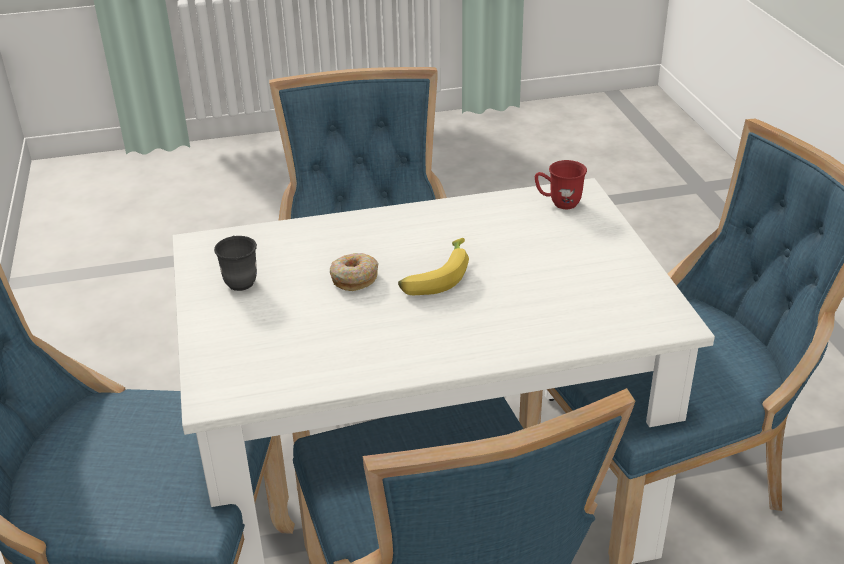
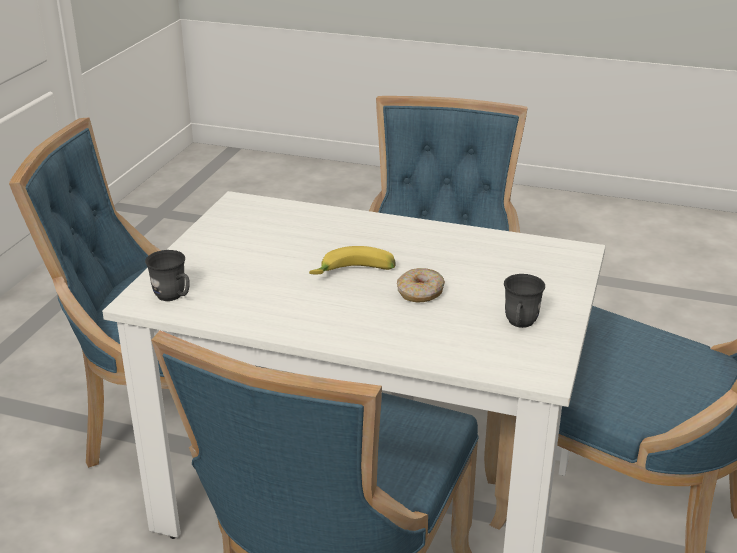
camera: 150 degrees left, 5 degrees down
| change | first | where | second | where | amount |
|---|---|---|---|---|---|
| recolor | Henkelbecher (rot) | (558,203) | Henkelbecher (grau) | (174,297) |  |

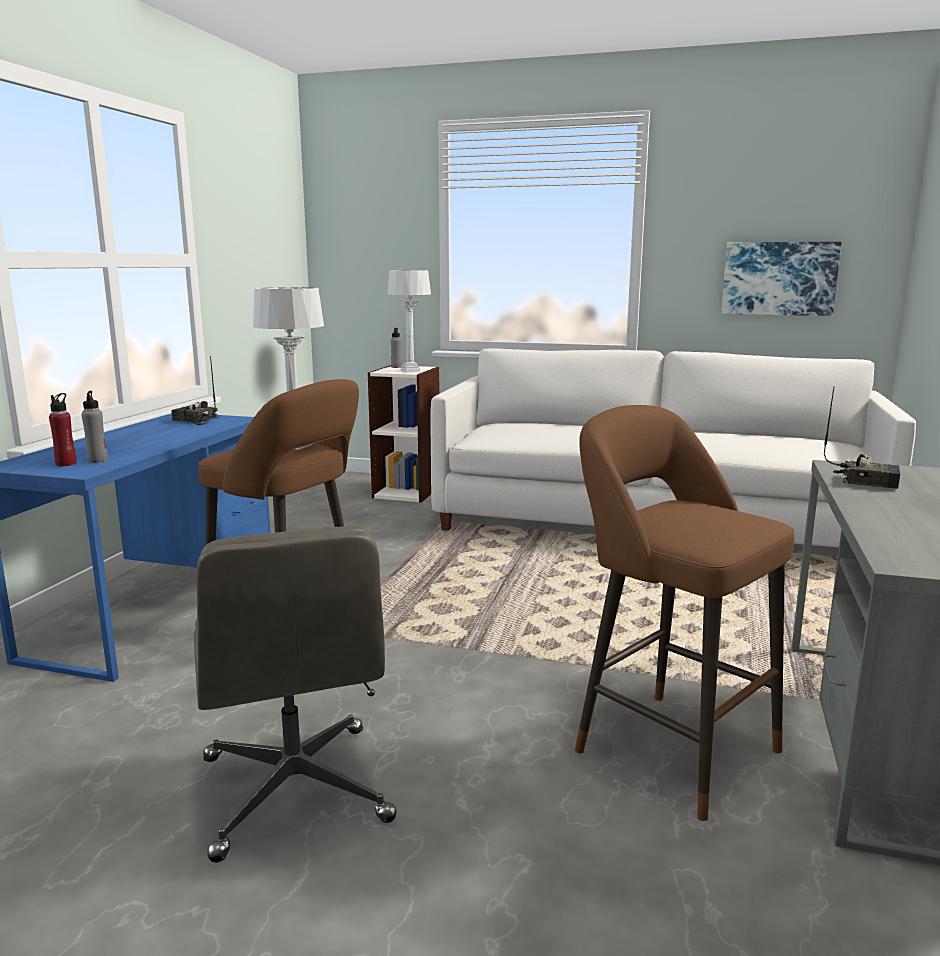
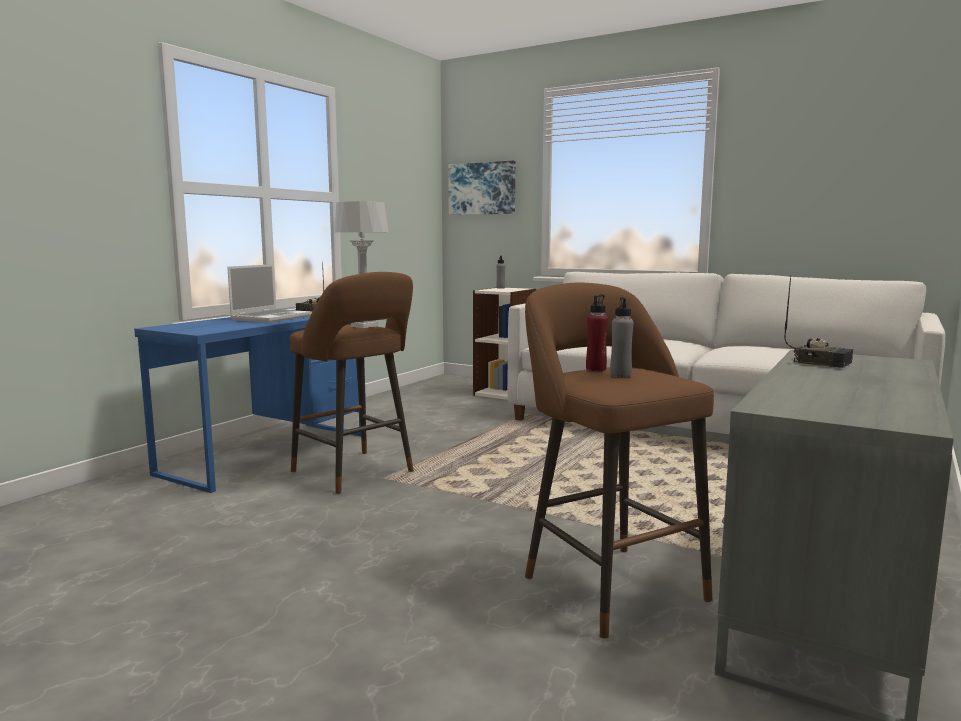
camera: 15 degrees right, 5 degrees down
| change | first | where | second | where | amount |
|---|---|---|---|---|---|
| delete | Bürostuhl (grau) | (296,790) |  |  |  |
| delete | Tischlampe (grau) | (410,371) |  |  |  |
| insert |  |  | Laptop | (271,318) |  |
| move | Flasche (rot) | (66,464) |  | (596,369) |  |
| move | Flasche (grau) | (97,460) |  | (620,375) |  |
| move | Bild | (779,278) |  | (482,188) |  |

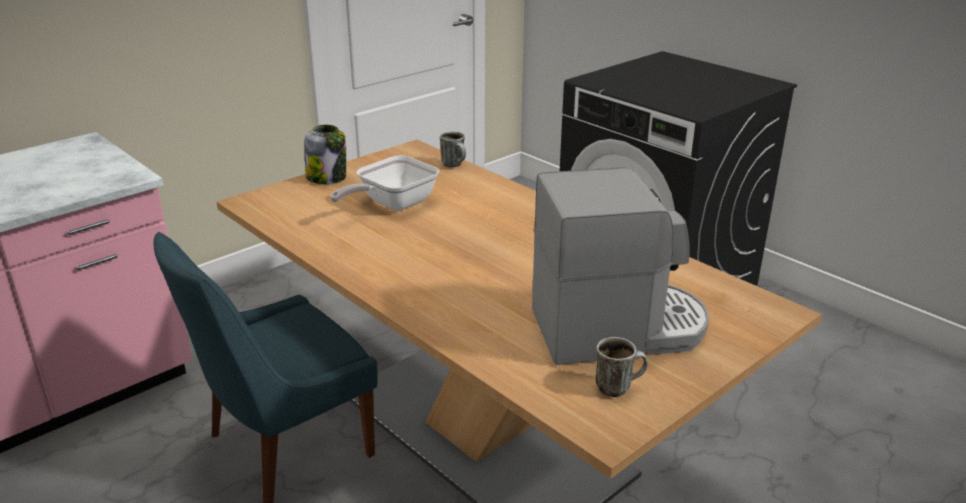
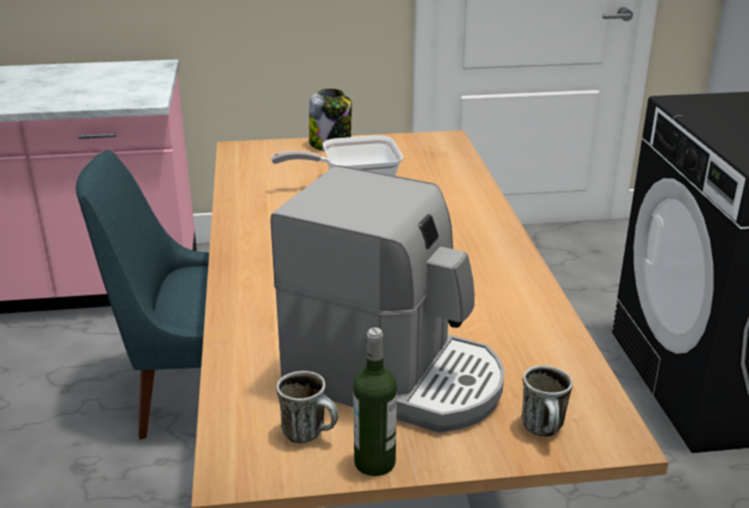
camera: 35 degrees right, 0 degrees up
| change | first | where | second | where | amount |
|---|---|---|---|---|---|
| insert |  |  | Flasche | (374,462) |  |
| move | Henkelbecher | (455,165) |  | (545,431) |  |

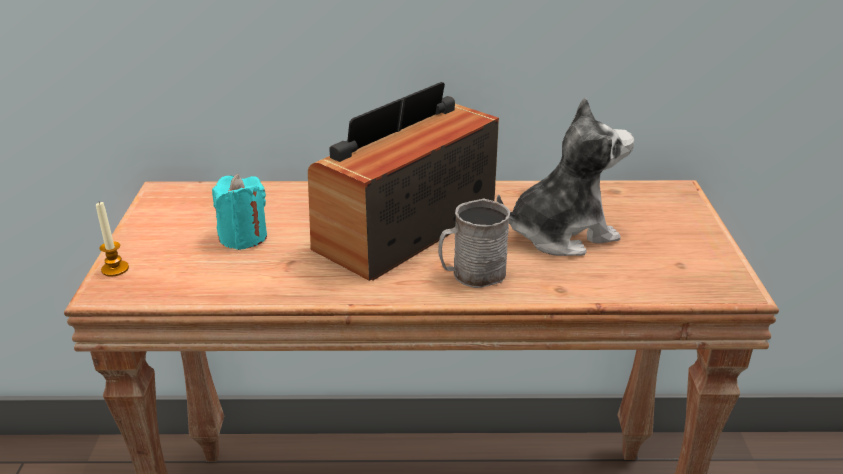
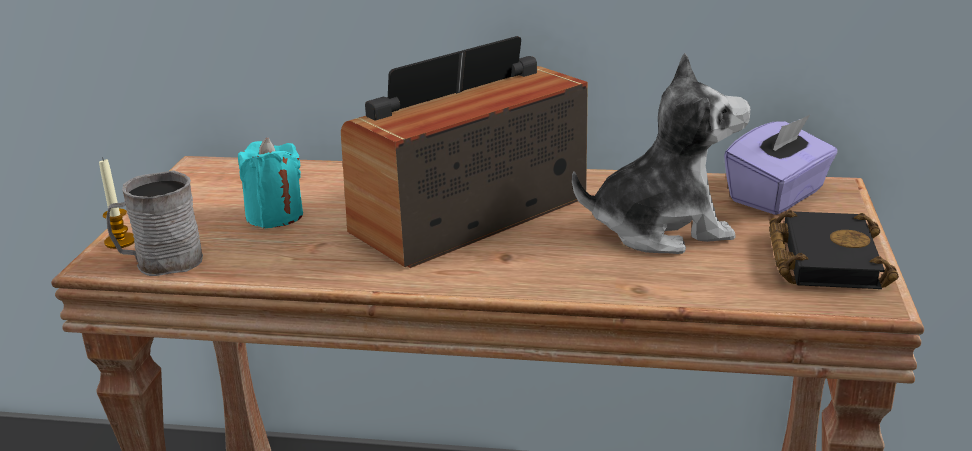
camera: 10 degrees right, 5 degrees down
| change | first | where | second | where | amount |
|---|---|---|---|---|---|
| insert |  |  | Taschentuchbox (lila) | (778,196) |  |
| insert |  |  | Buch (schwarz) | (822,258) |  |
| move | Henkelbecher (grau) | (471,274) |  | (160,262) |  |

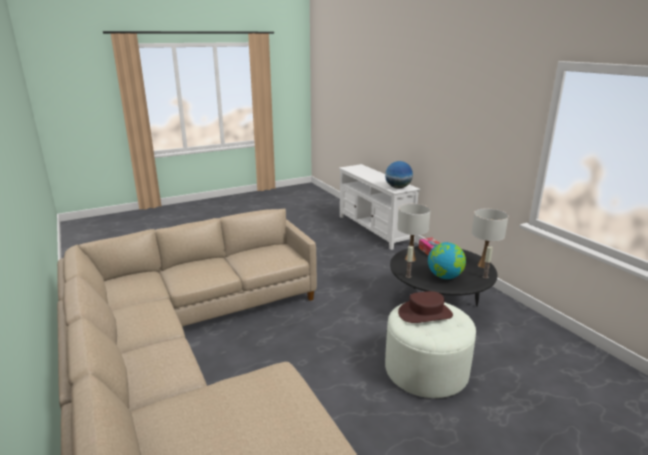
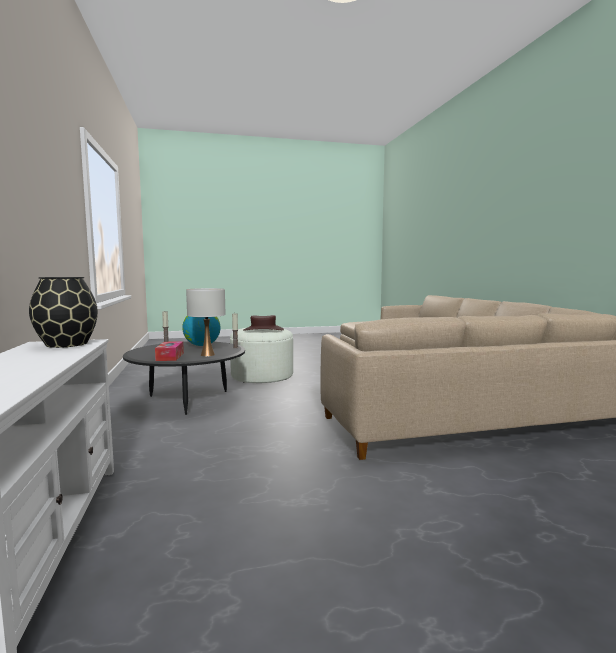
camera: 165 degrees left, 15 degrees down
| change | first | where | second | where | amount |
|---|---|---|---|---|---|
| delete | Tischlampe (weiß) | (483,265) |  |  |  |
| replace | Globus | (398,187) | Vase (schwarz) | (66,344) |  |

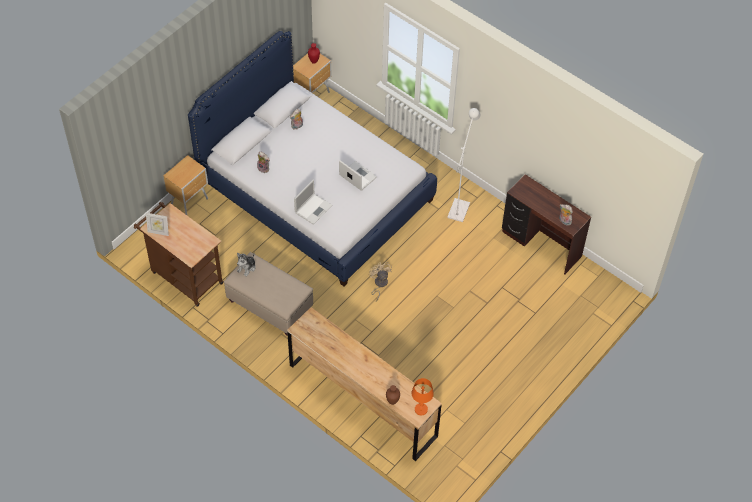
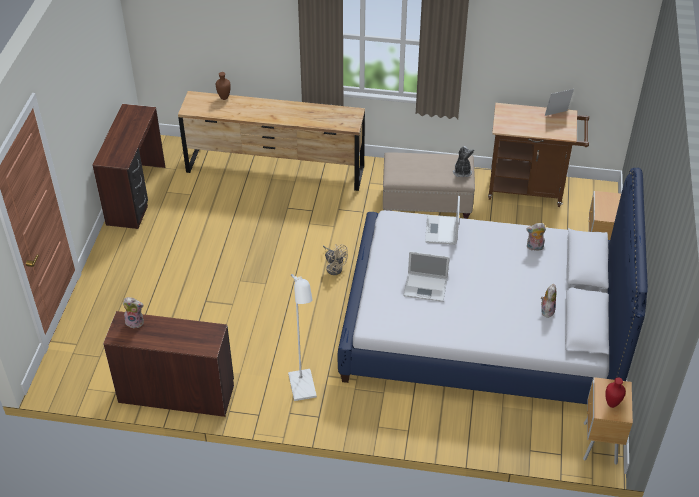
camera: 150 degrees right, 10 degrees down
| change | first | where | second | where | amount |
|---|---|---|---|---|---|
| delete | Tischlampe (orange) | (421,409) |  |  |  |
| insert |  |  | Schreibtisch (braun) | (137,195) |  |

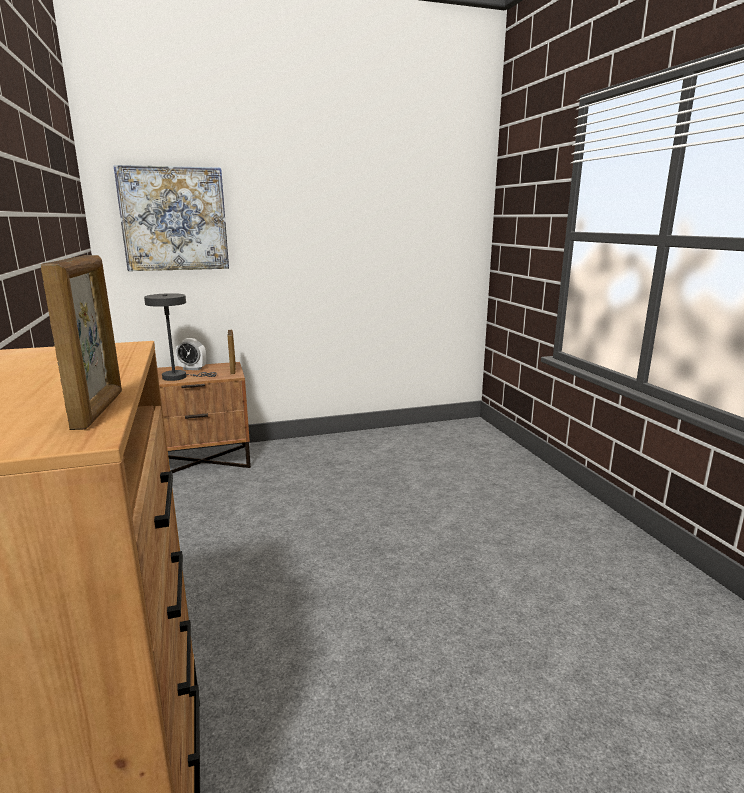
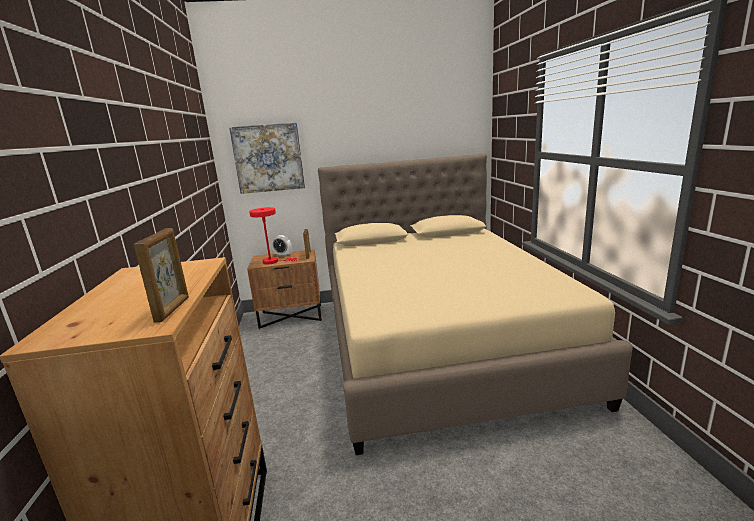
camera: 10 degrees right, 0 degrees up
| change | first | where | second | where | amount |
|---|---|---|---|---|---|
| insert |  |  | Bett (beige) | (439,342) |  |
| recolor | Tischlampe (grau) | (179,377) | Tischlampe (rot) | (273,261) |  |

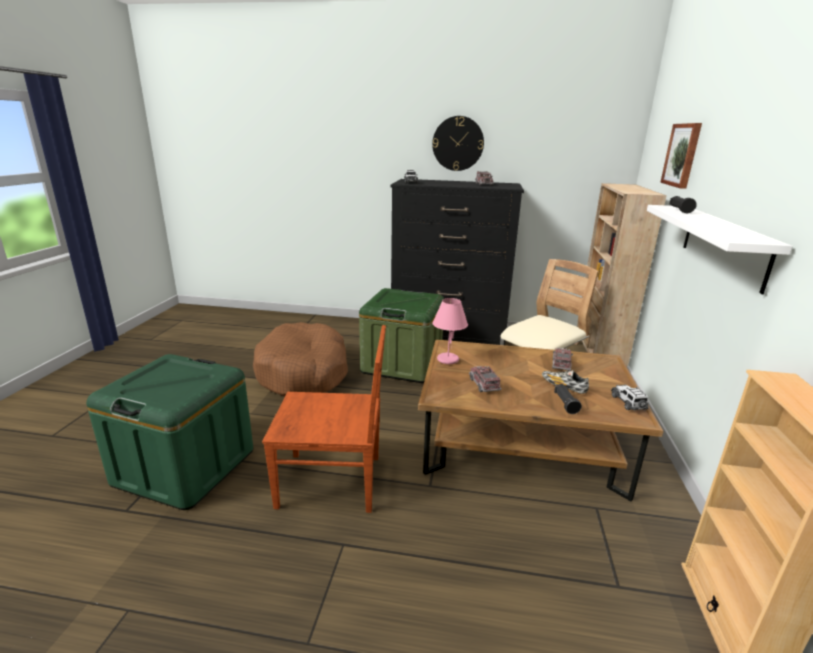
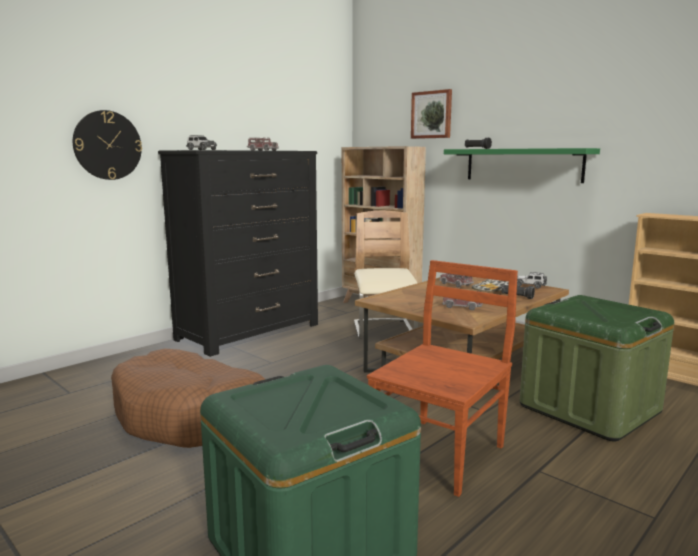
camera: 55 degrees left, 10 degrees down
| change | first | where | second | where | amount |
|---|---|---|---|---|---|
| delete | Tischlampe (rosa) | (447,359) |  |  |  |
| move | Aufbewahrungsbox (grün) | (402,364) |  | (589,409) |  |
| move | Wanduhr | (458,143) |  | (107,145) |  |
| recolor | Wandregal (weiß) | (723,244) | Wandregal (grün) | (522,165) |  |

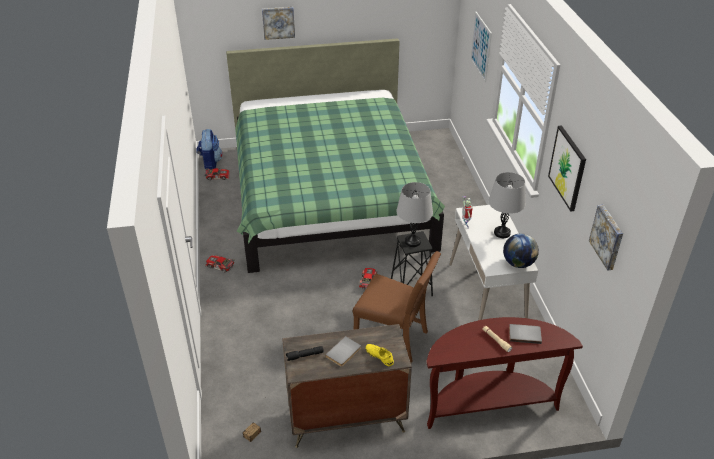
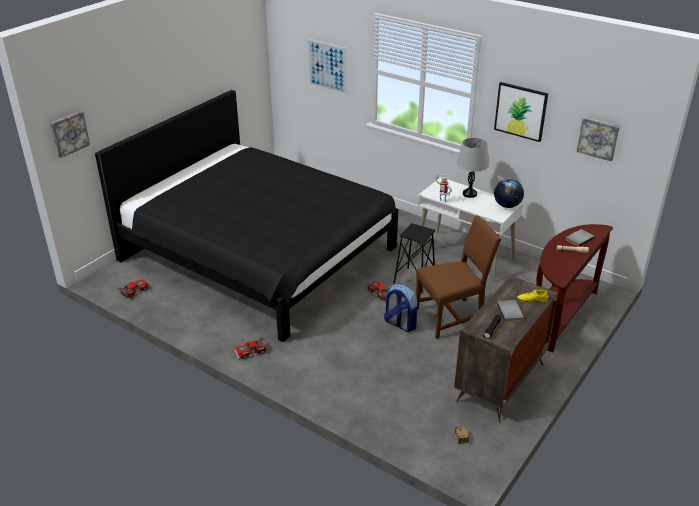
camera: 45 degrees left, 5 degrees down
| change | first | where | second | where | amount |
|---|---|---|---|---|---|
| delete | Tischlampe (grau) | (412,242) |  |  |  |
| move | Rucksack | (210,162) |  | (399,324) |  |
| move | Bild | (278,22) |  | (69,133) |  |
| recolor | Bett (grün) | (329,196) | Bett (schwarz) | (259,255) |  |

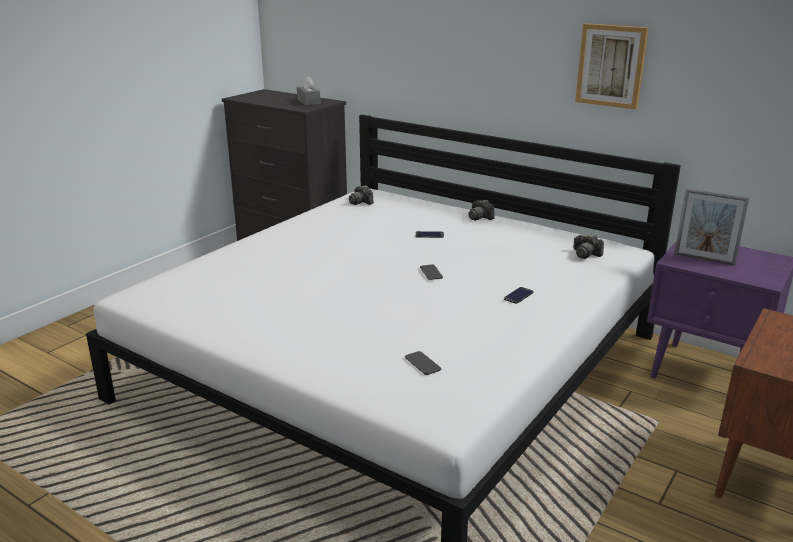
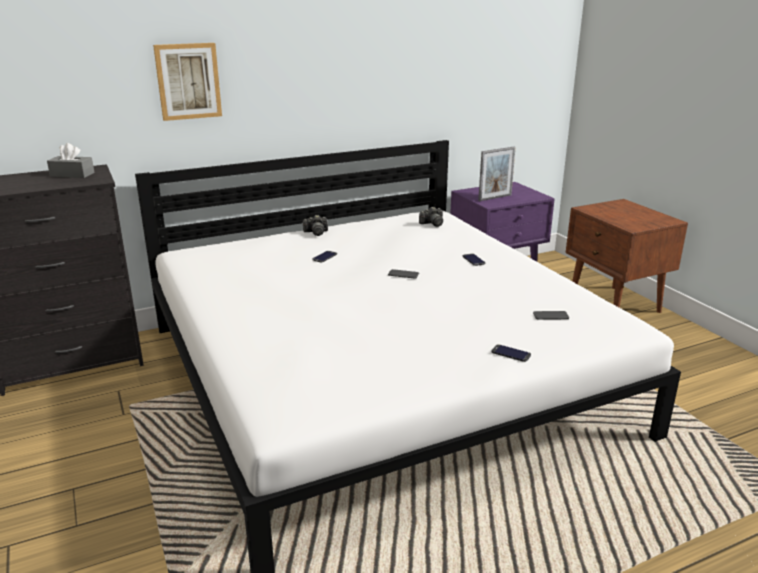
camera: 60 degrees left, 0 degrees up
| change | first | where | second | where | amount |
|---|---|---|---|---|---|
| delete | Kamera | (360,202) |  |  |  |
| insert |  |  | Handy | (511,353) |  |
| move | Bild | (611,65) |  | (188,81) |  |

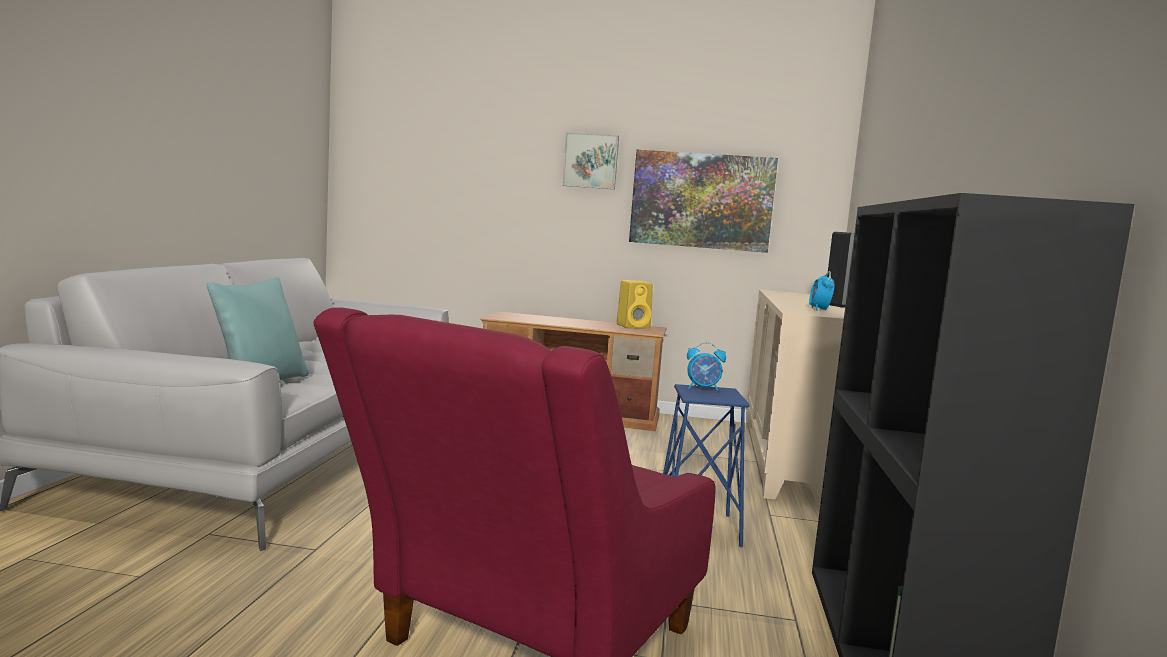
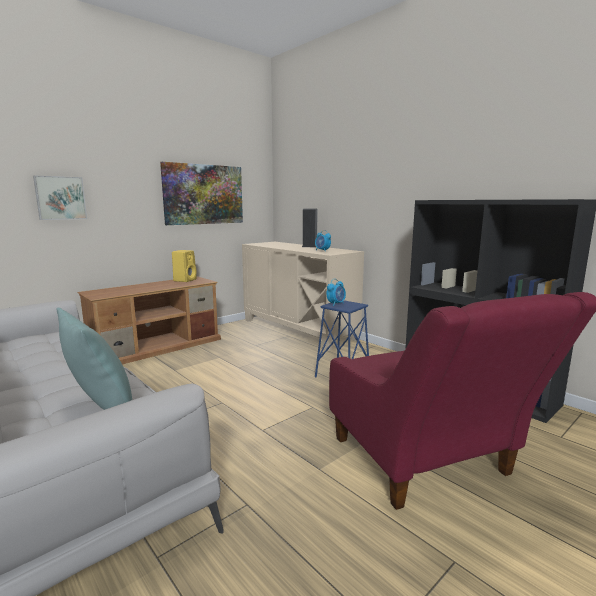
camera: 50 degrees left, 5 degrees up
| change | first | where | second | where | amount |
|---|---|---|---|---|---|
| move | Bild | (591,161) |  | (60,198) |  |

